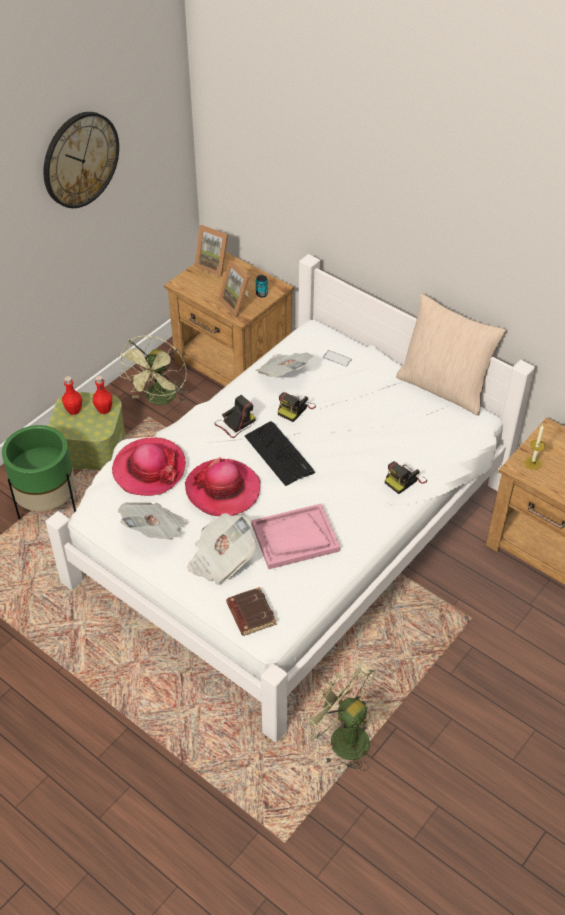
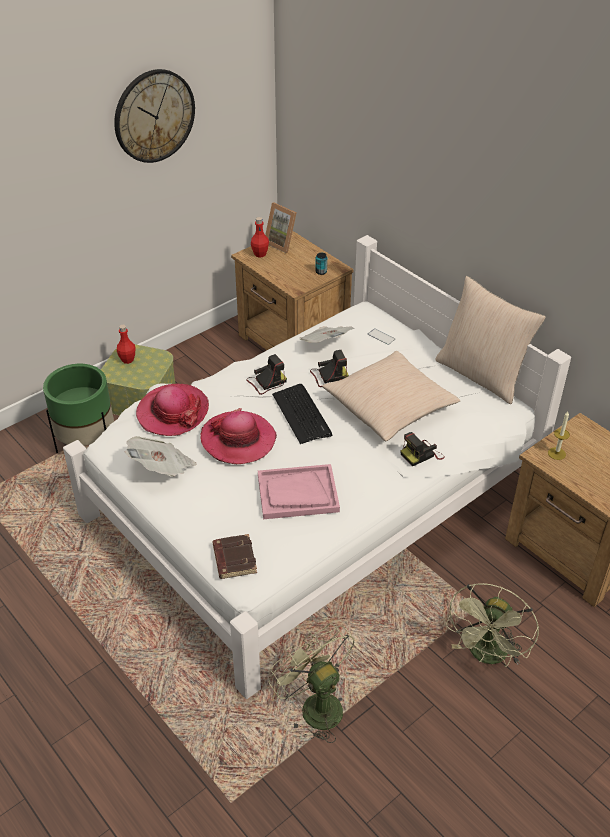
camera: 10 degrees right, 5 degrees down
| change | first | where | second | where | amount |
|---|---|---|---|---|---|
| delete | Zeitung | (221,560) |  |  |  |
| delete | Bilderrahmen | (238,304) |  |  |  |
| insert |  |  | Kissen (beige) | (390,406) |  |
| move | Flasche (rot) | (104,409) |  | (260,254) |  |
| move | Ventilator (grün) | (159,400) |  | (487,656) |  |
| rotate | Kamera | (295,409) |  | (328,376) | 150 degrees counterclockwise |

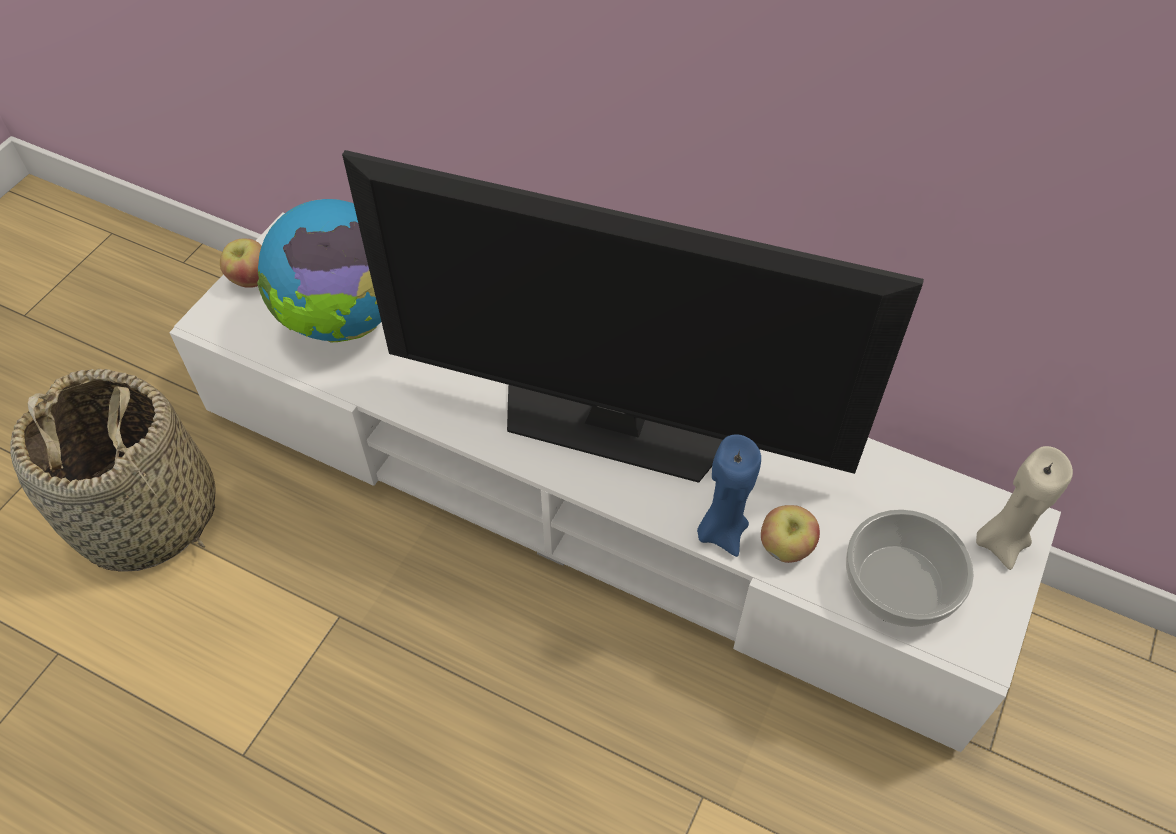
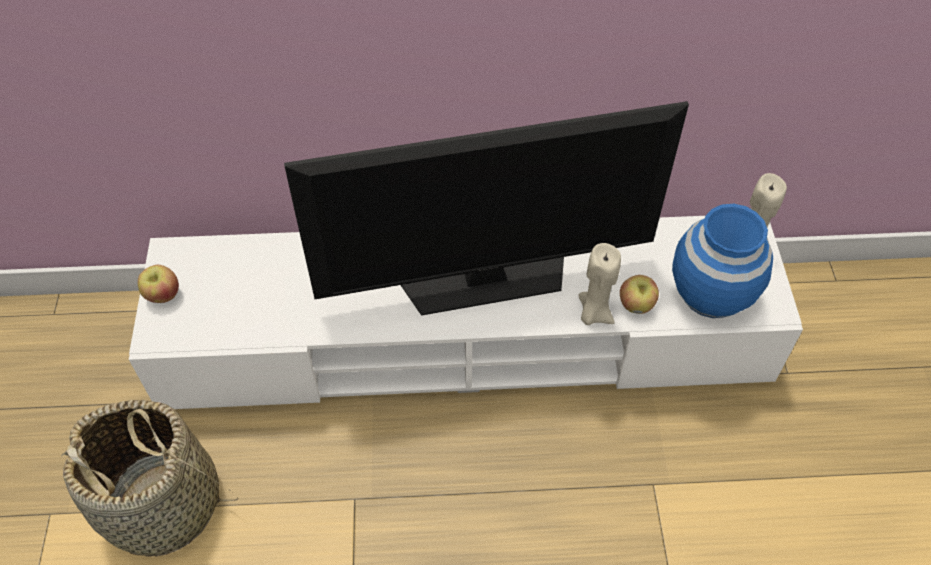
camera: 30 degrees left, 0 degrees up
| change | first | where | second | where | amount |
|---|---|---|---|---|---|
| delete | Globus | (344,319) |  |  |  |
| replace | Schüssel | (900,583) | Vase (blau) | (711,294) |  |
| recolor | Kerze (blau) | (721,531) | Kerze (beige) | (593,313) |  |

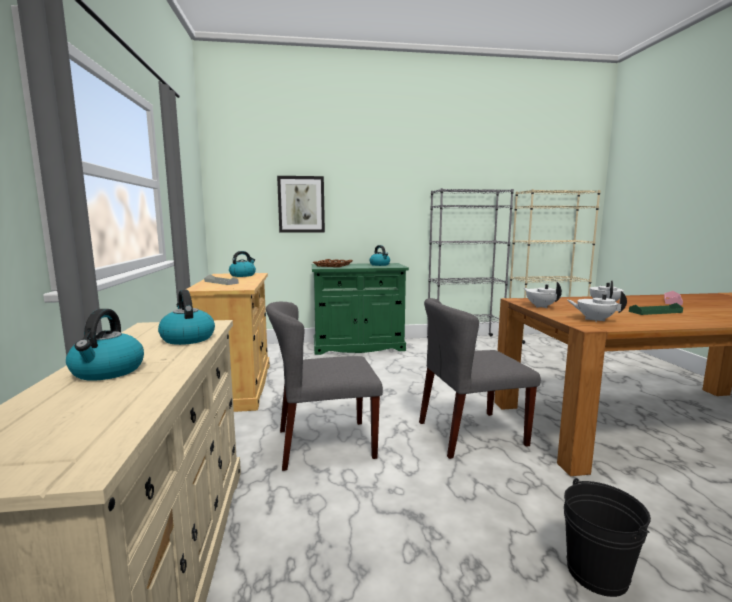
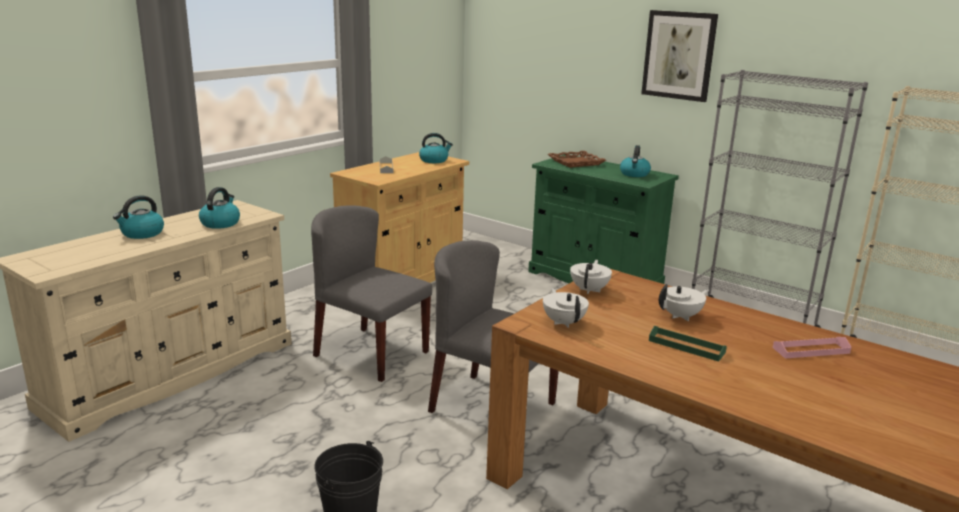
camera: 45 degrees right, 10 degrees up
| change | first | where | second | where | amount |
|---|---|---|---|---|---|
| move | Bild | (301,204) |  | (679,55) |  |

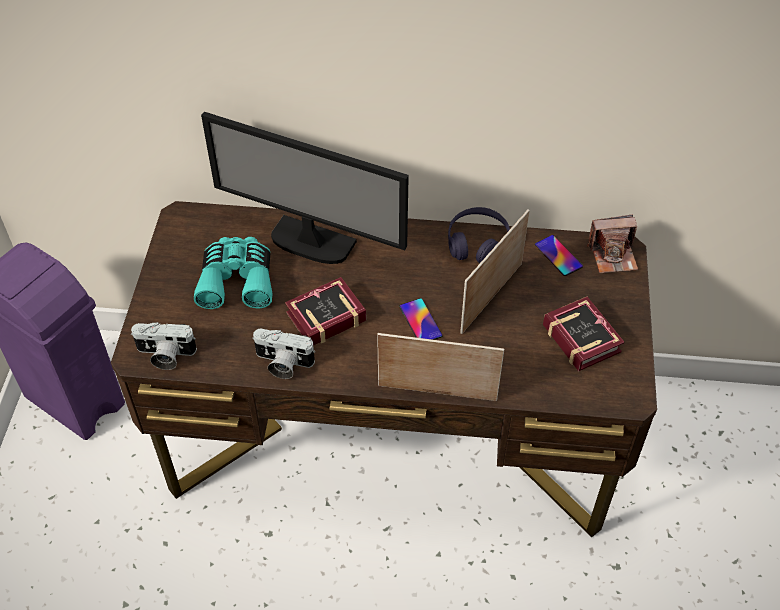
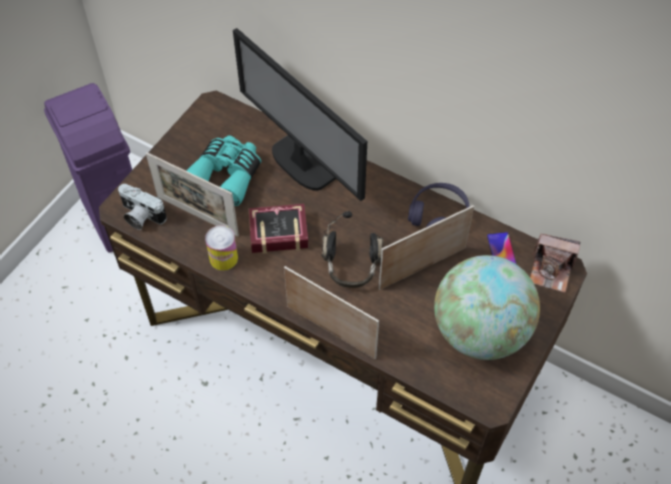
camera: 25 degrees right, 5 degrees up
| change | first | where | second | where | amount |
|---|---|---|---|---|---|
| insert |  |  | Bilderrahmen | (197,216) |  |
| replace | Kamera | (282,363) | Dose | (223,258) |  |
| replace | Handy | (420,321) | Kopfhörer (schwarz) | (351,266) |  |
| replace | Buch | (581,335) | Globus | (480,331) |  |

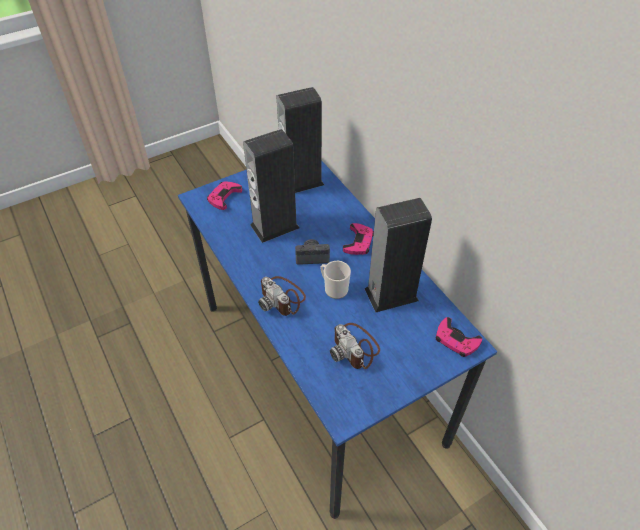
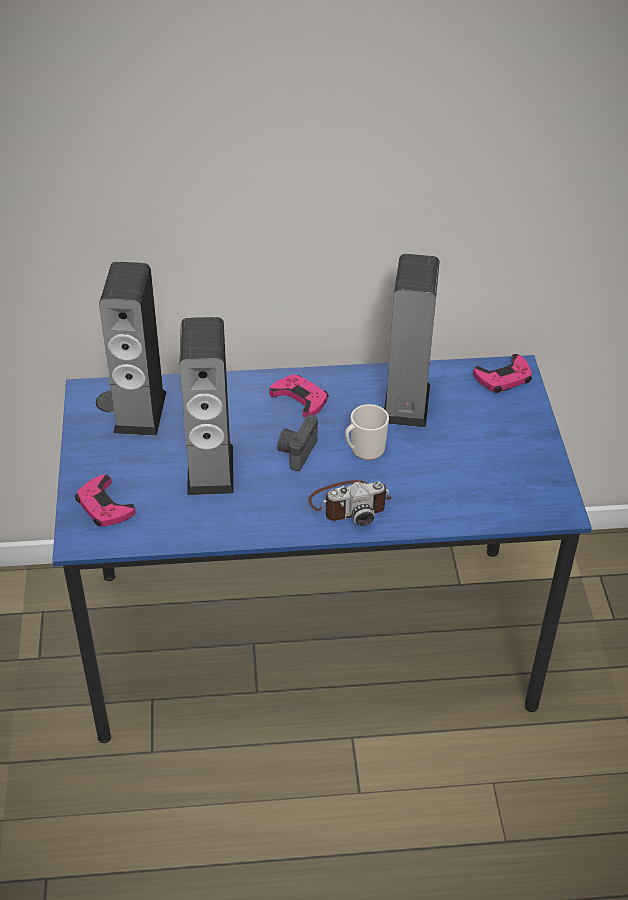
camera: 65 degrees left, 5 degrees down
| change | first | where | second | where | amount |
|---|---|---|---|---|---|
| delete | Kamera | (355,348) |  |  |  |

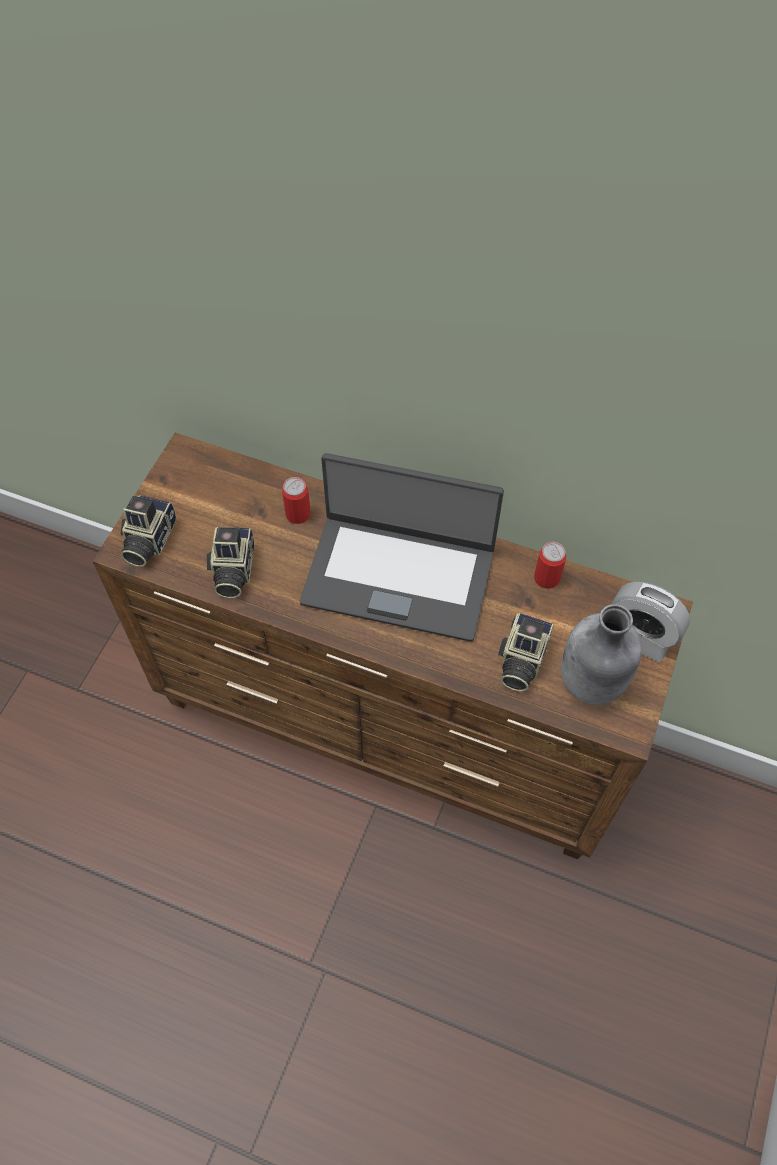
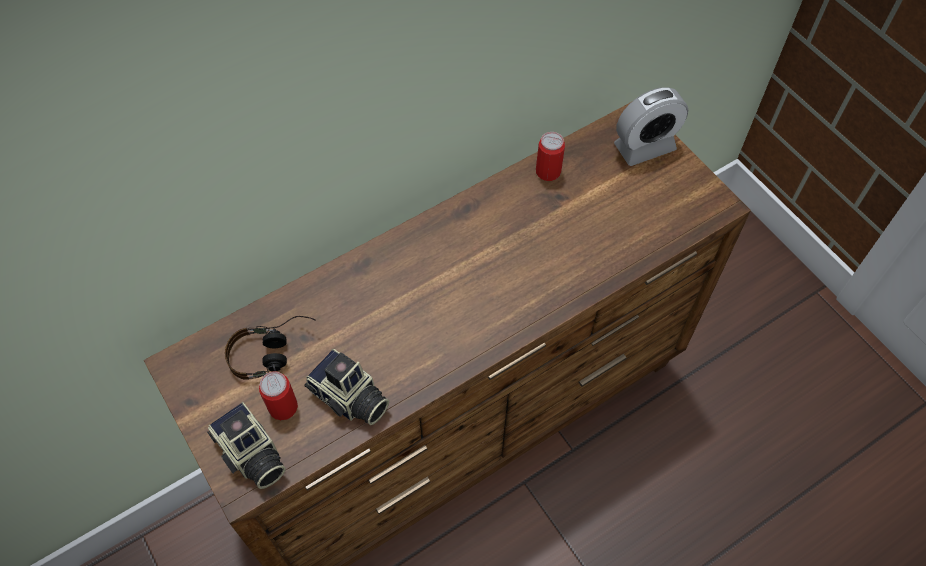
camera: 55 degrees left, 0 degrees up
| change | first | where | second | where | amount |
|---|---|---|---|---|---|
| delete | Laptop | (399,575) |  |  |  |
| delete | Kamera | (520,660) |  |  |  |
| delete | Flasche (grau) | (591,683) |  |  |  |
| insert |  |  | Kopfhörer | (274,352) |  |
| move | Dose | (298,514) |  | (283,407) |  |

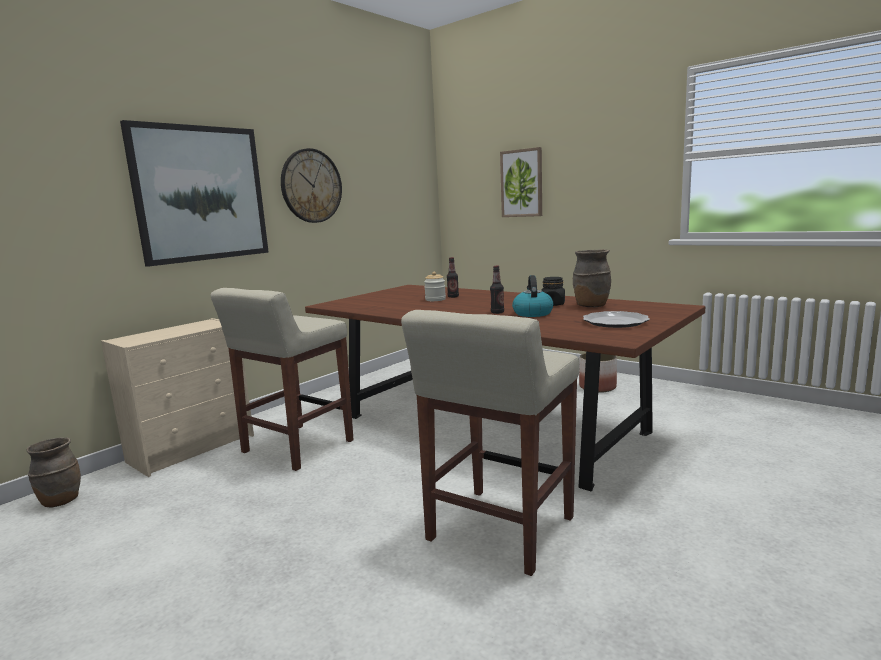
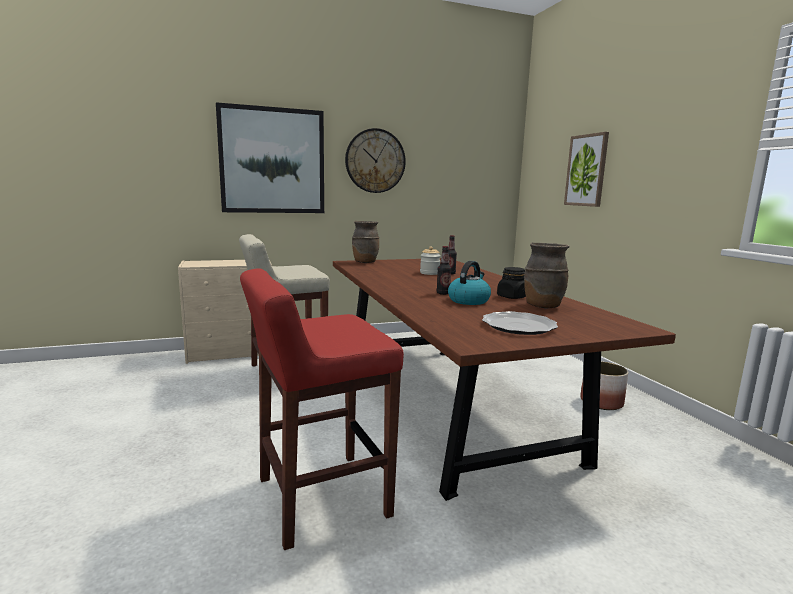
camera: 30 degrees right, 0 degrees up
| change | first | where | second | where | amount |
|---|---|---|---|---|---|
| move | Vase (braun) | (60,501) |  | (365,262) |  |
| recolor | Hocker (beige) | (499,530) | Hocker (rot) | (320,498) |  |

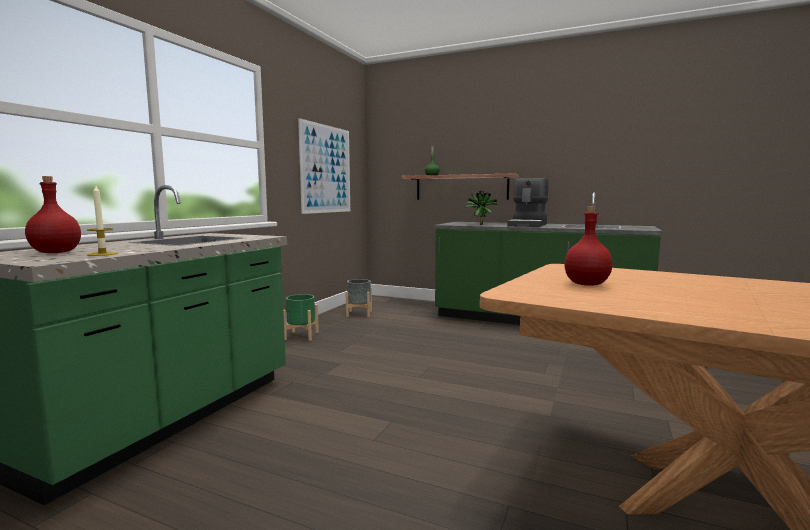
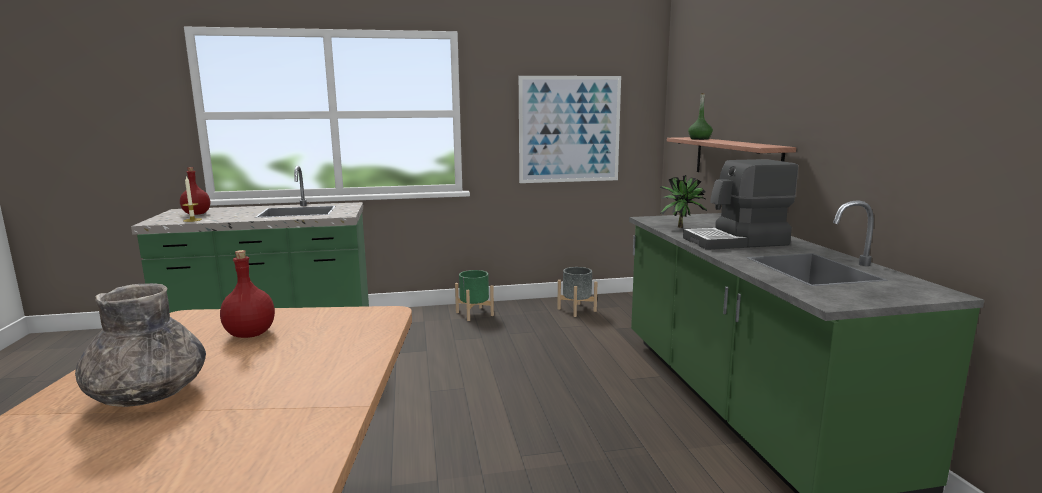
camera: 55 degrees right, 5 degrees up
| change | first | where | second | where | amount |
|---|---|---|---|---|---|
| insert |  |  | Vase (grau) | (148,395) |  |

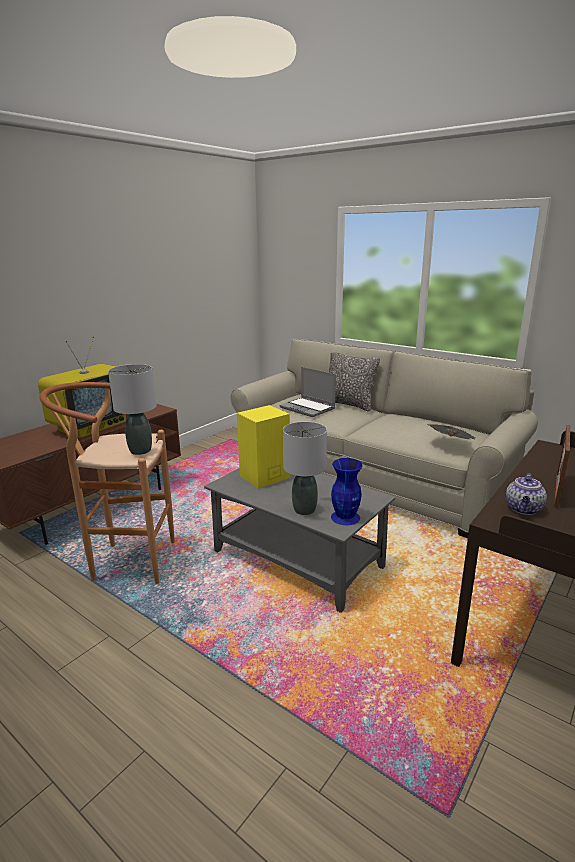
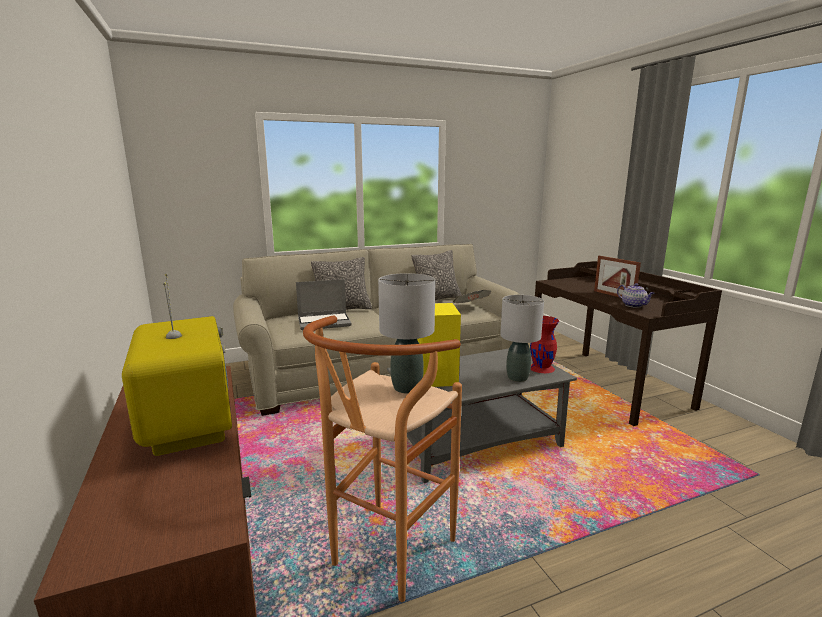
camera: 60 degrees left, 5 degrees down
| change | first | where | second | where | amount |
|---|---|---|---|---|---|
| insert |  |  | Kissen | (437,299) |  |
| recolor | Vase (blau) | (346,517) | Vase (rot) | (542,368) |  |

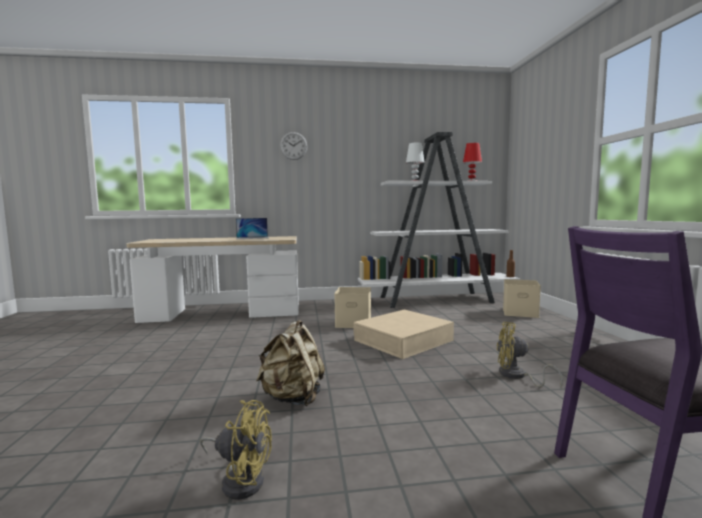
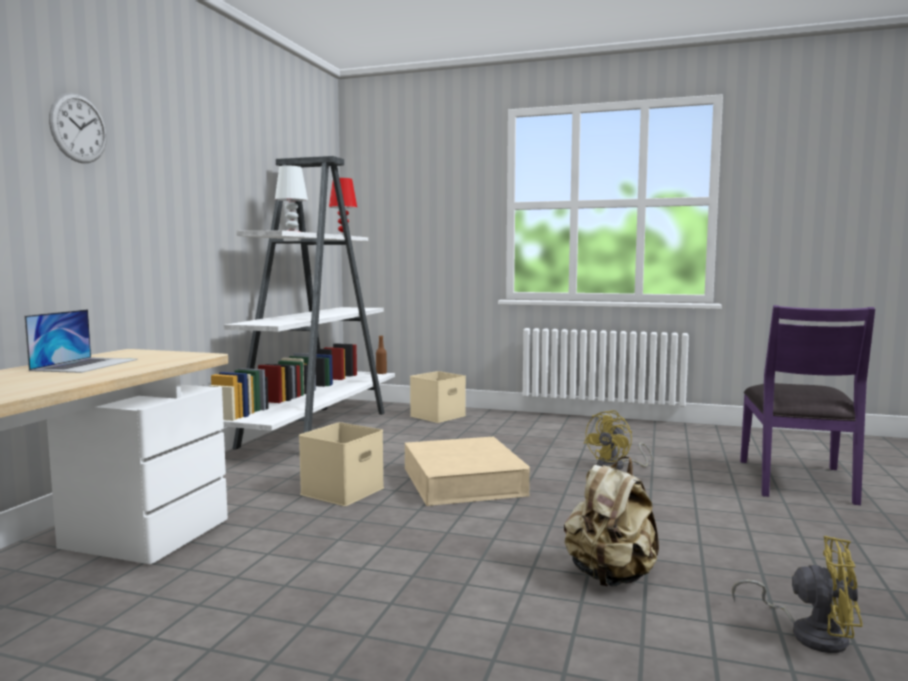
camera: 65 degrees left, 0 degrees up
| change | first | where | second | where | amount |
|---|---|---|---|---|---|
| rotate | Ventilator (gelb) | (240,479) |  | (809,633) | 75 degrees clockwise |

